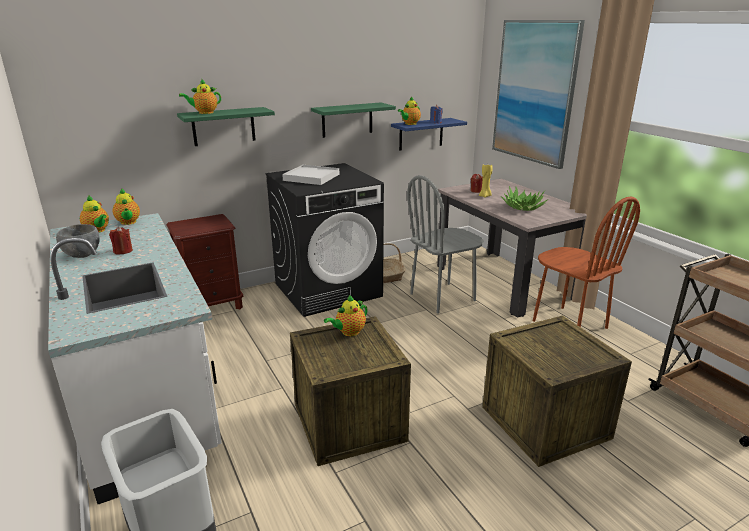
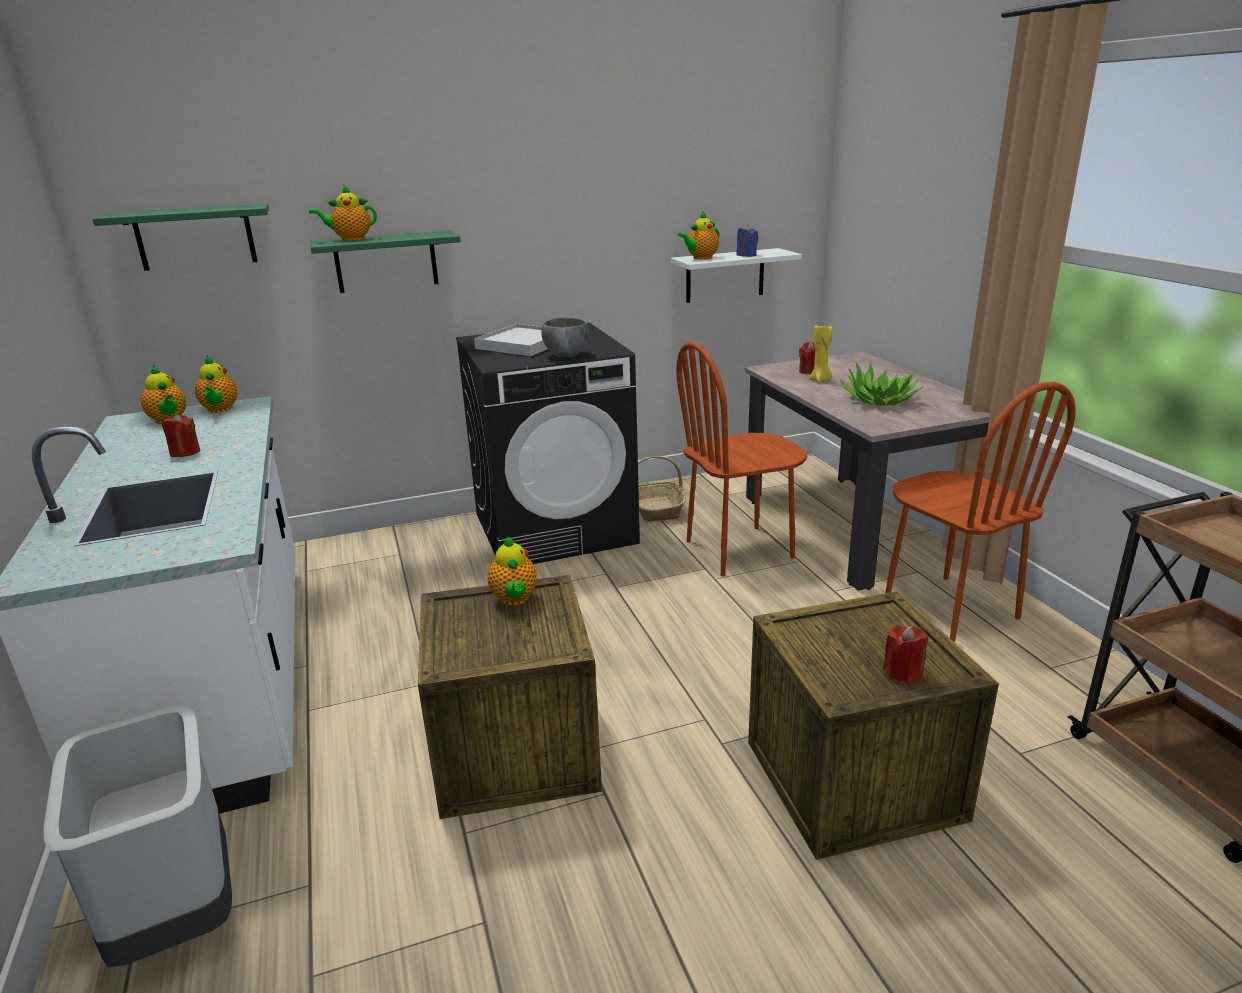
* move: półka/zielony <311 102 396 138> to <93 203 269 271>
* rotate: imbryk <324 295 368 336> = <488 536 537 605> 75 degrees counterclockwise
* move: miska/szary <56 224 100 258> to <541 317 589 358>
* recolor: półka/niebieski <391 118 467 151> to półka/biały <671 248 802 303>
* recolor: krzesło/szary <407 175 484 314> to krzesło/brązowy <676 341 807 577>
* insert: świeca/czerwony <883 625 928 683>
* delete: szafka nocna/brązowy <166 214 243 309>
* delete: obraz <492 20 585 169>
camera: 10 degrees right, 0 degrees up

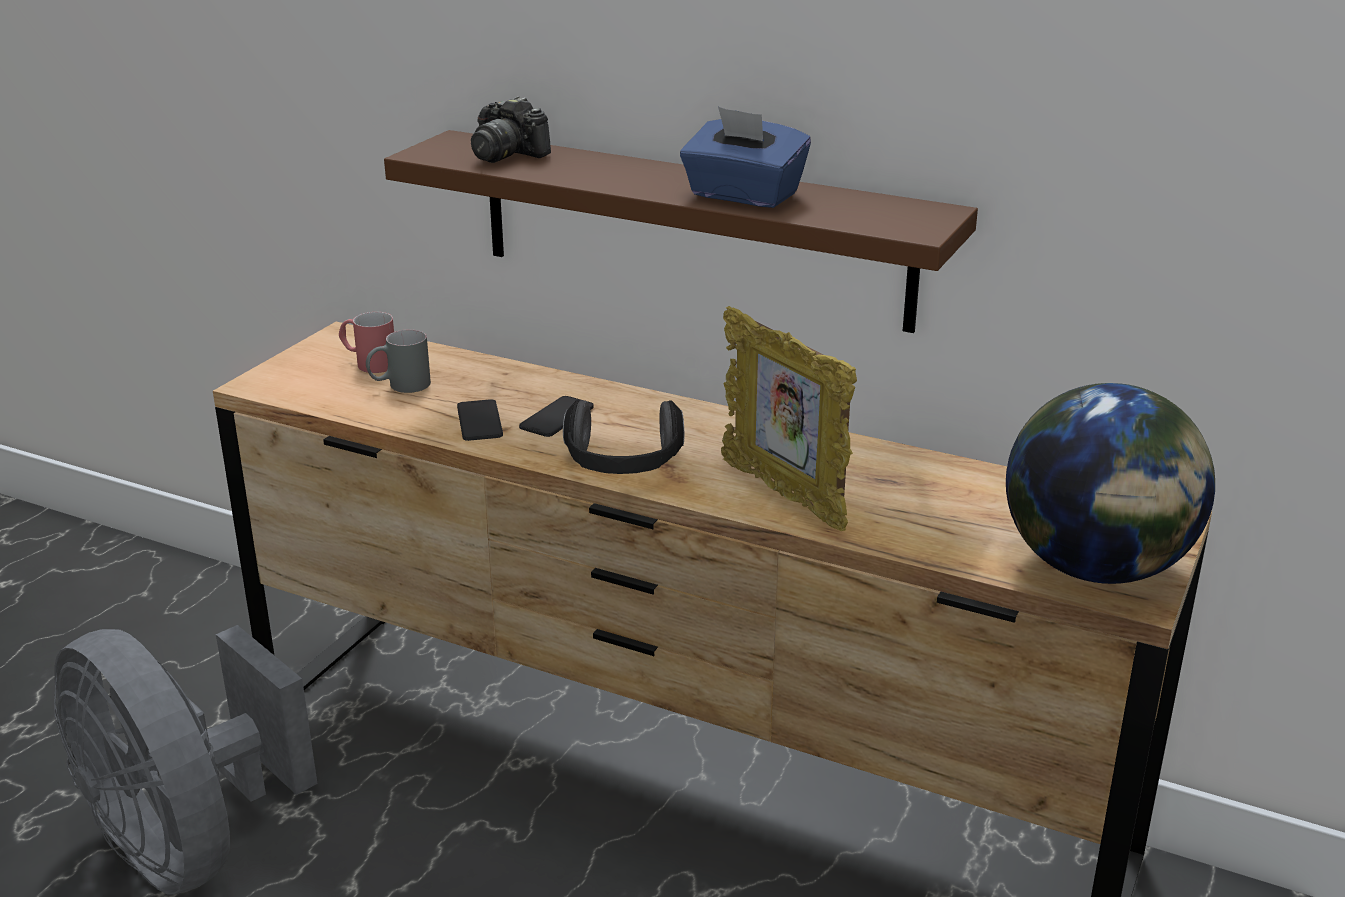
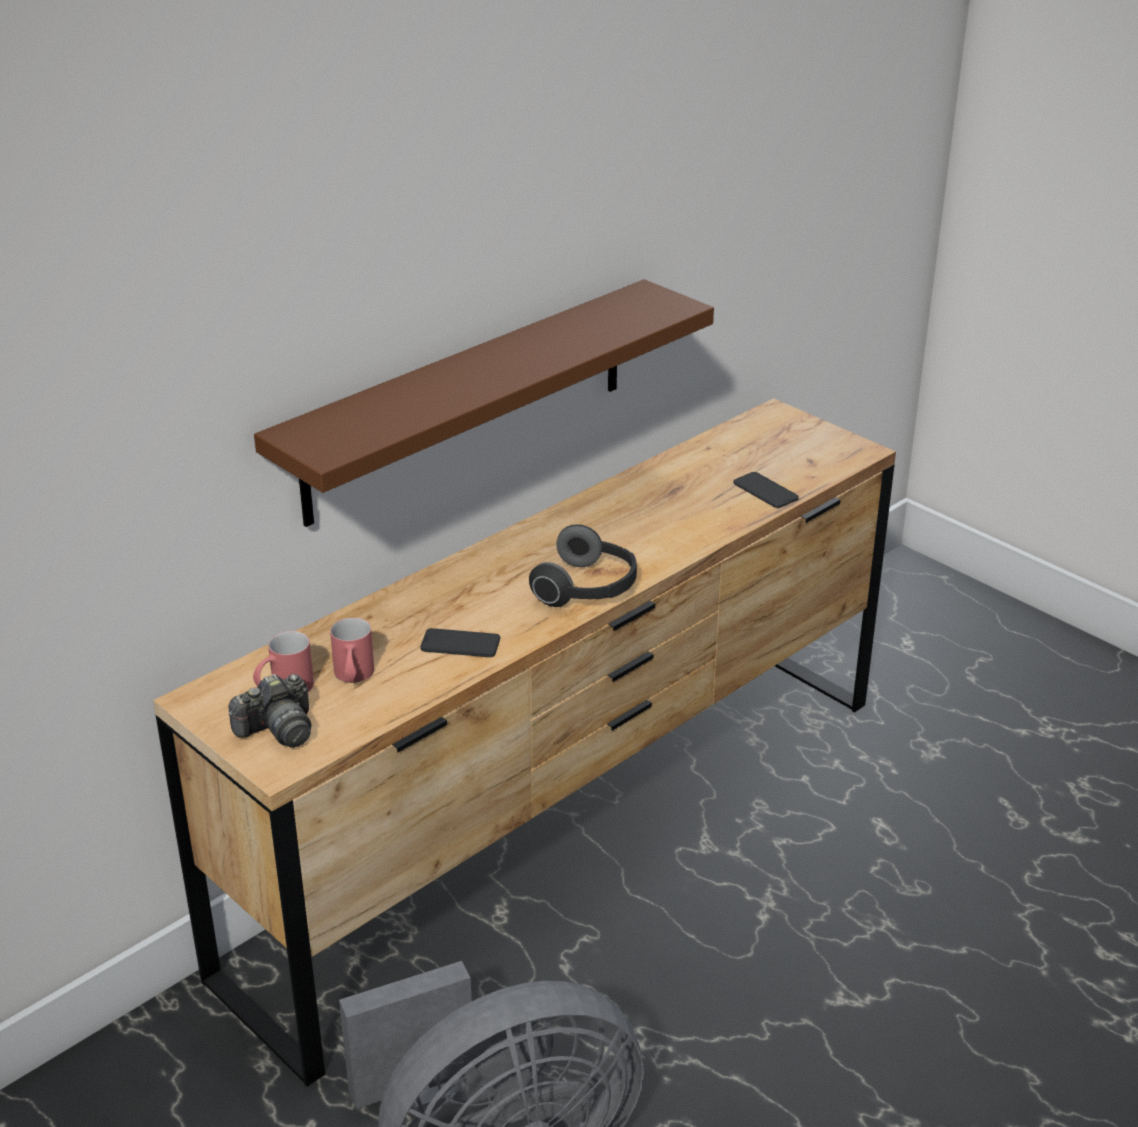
* move: aparat fotograficzny <471 96 551 163> to <229 674 312 748>
* recolor: kubek/szary <366 329 431 393> to kubek/czerwony <330 618 374 683>
* move: telefon <519 396 594 437> to <733 472 799 508>
* delete: pudełko chusteczek/niebieski <680 107 811 208>
* delete: ramka na zdjęcie <721 306 857 531>
* delete: globus <1006 383 1215 584>
camera: 70 degrees left, 5 degrees up

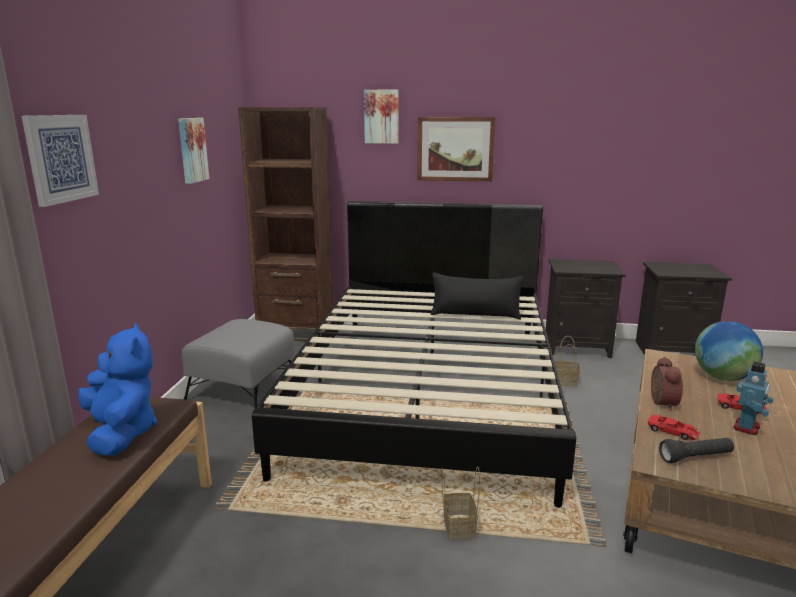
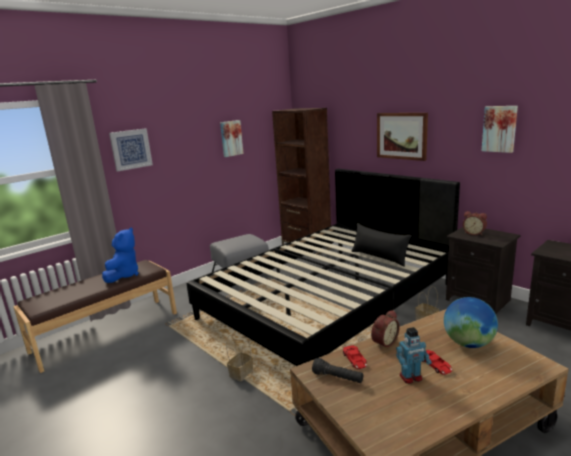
* insert: budzik <463 211 487 235>
* move: obraz <364 90 399 144> to <482 106 518 153>
camera: 40 degrees right, 0 degrees up

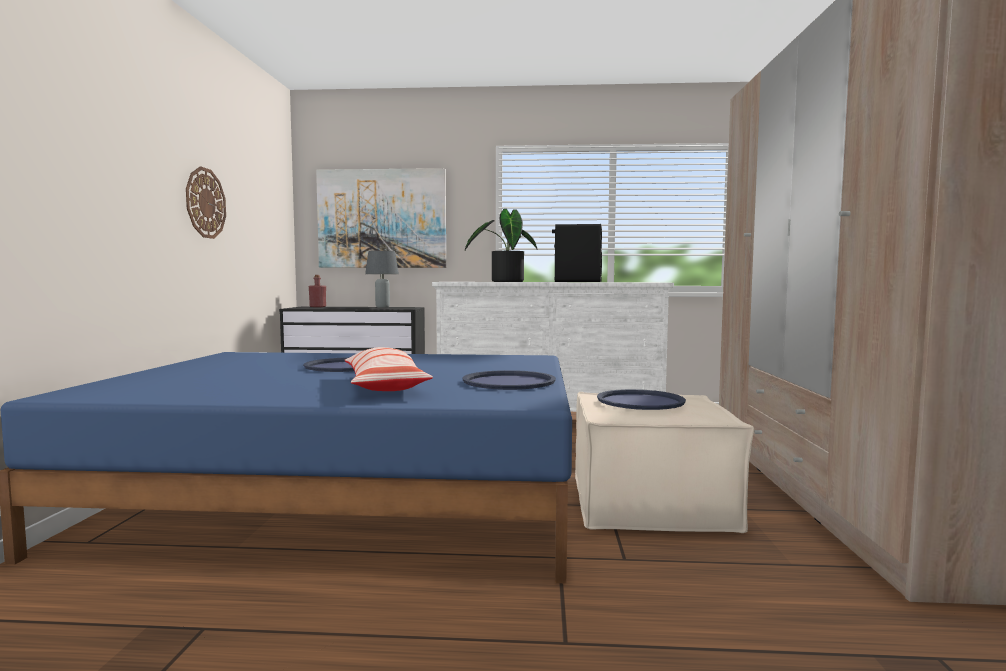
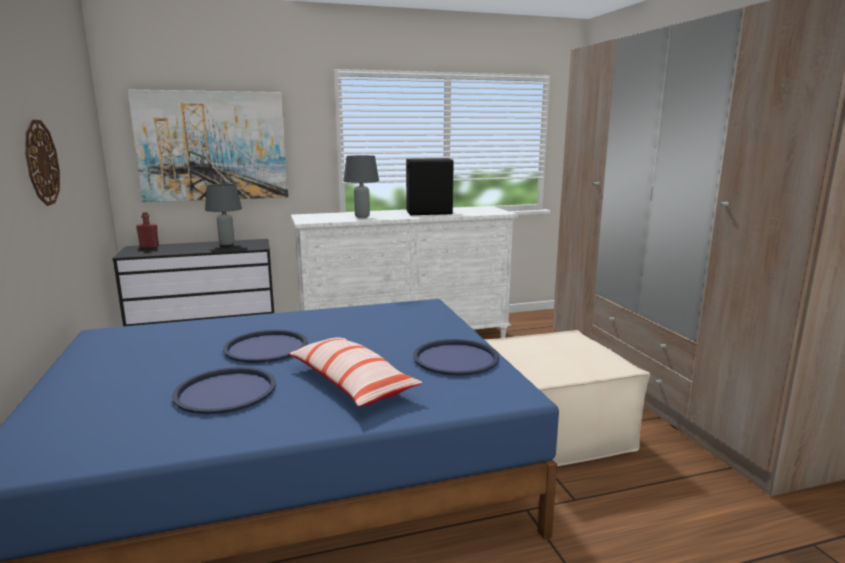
* move: taca/niebieski <597 389 686 410> to <172 367 276 414>
* replace: roślina doniczkowa <465 209 538 282> to lampa stołowa/szary <344 155 379 218>
camera: 20 degrees left, 10 degrees up

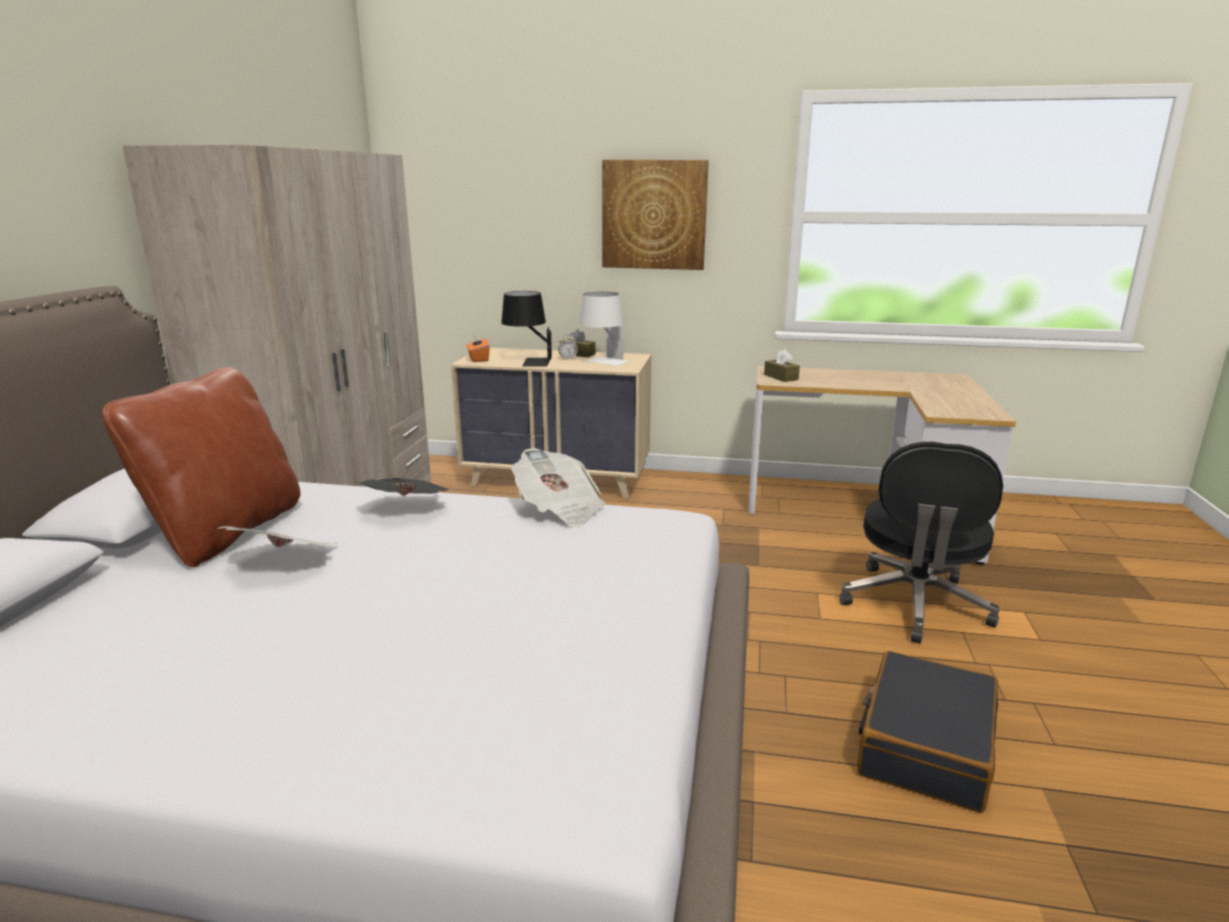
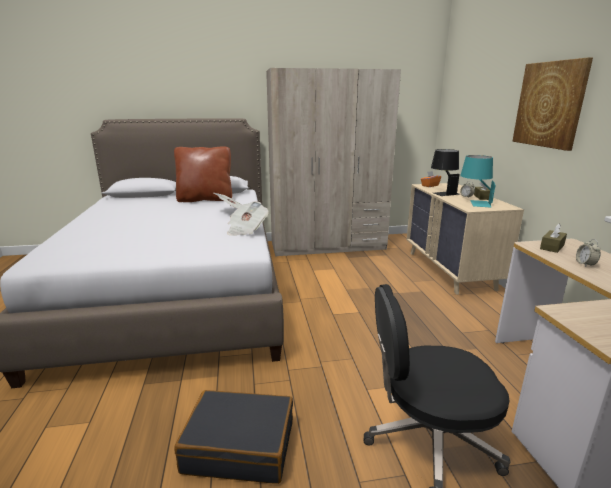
* recolor: lampa stołowa/biały <579 292 630 366> to lampa stołowa/turkusowy <460 155 495 207>
* insert: budzik <576 239 601 267>
* delete: gazeta <218 526 338 547>
camera: 70 degrees right, 0 degrees up

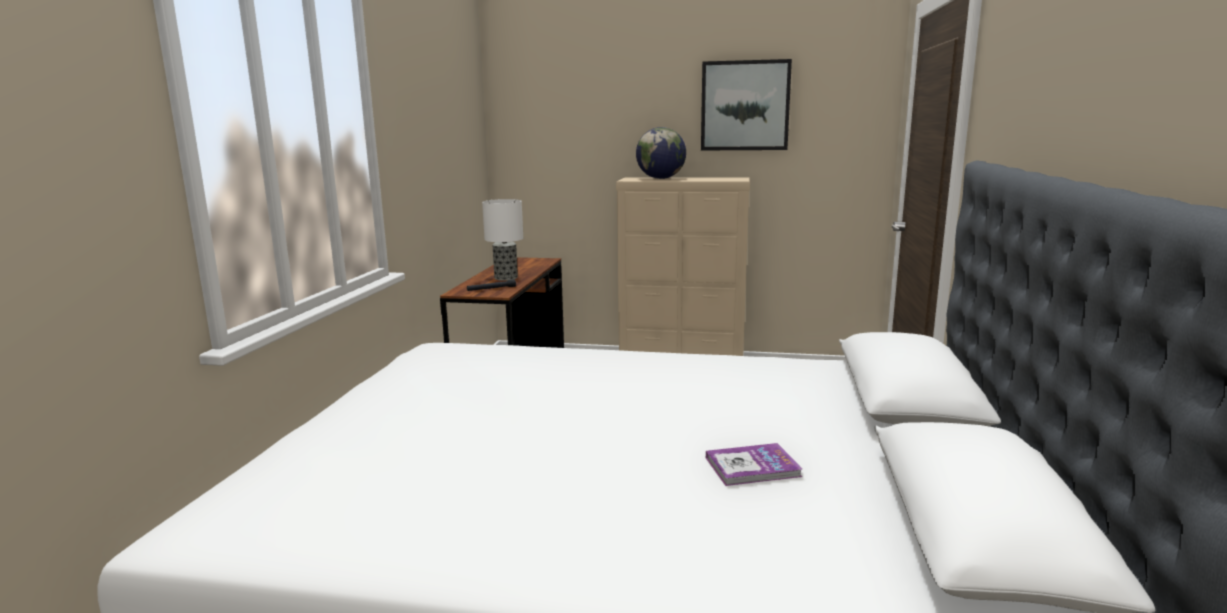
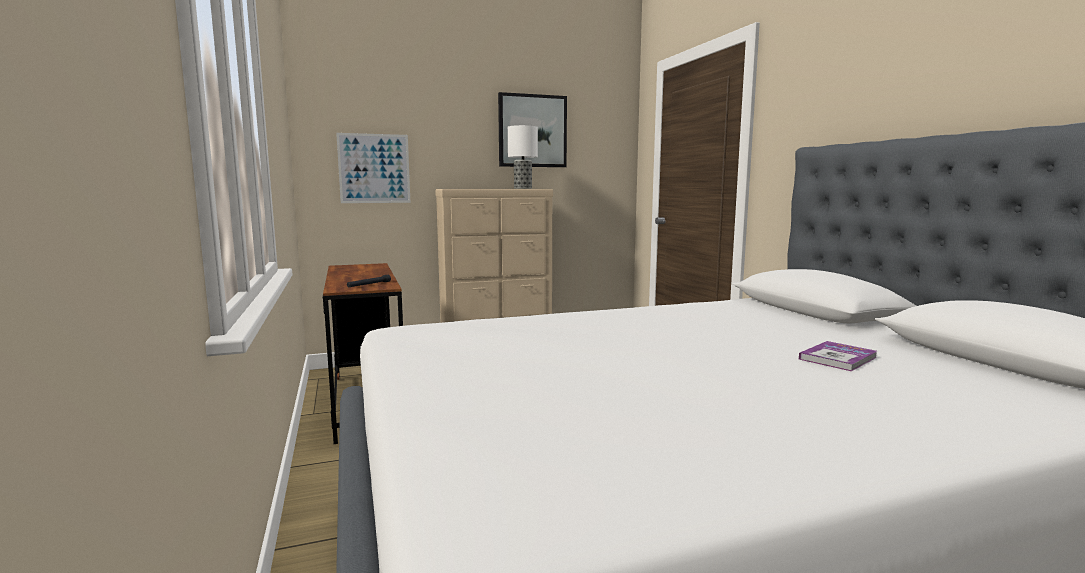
* insert: obraz <336 133 410 203>
* move: lampa stołowa <482 199 523 281> to <508 125 538 189>
* delete: globus <636 127 686 179>
camera: 30 degrees left, 5 degrees down

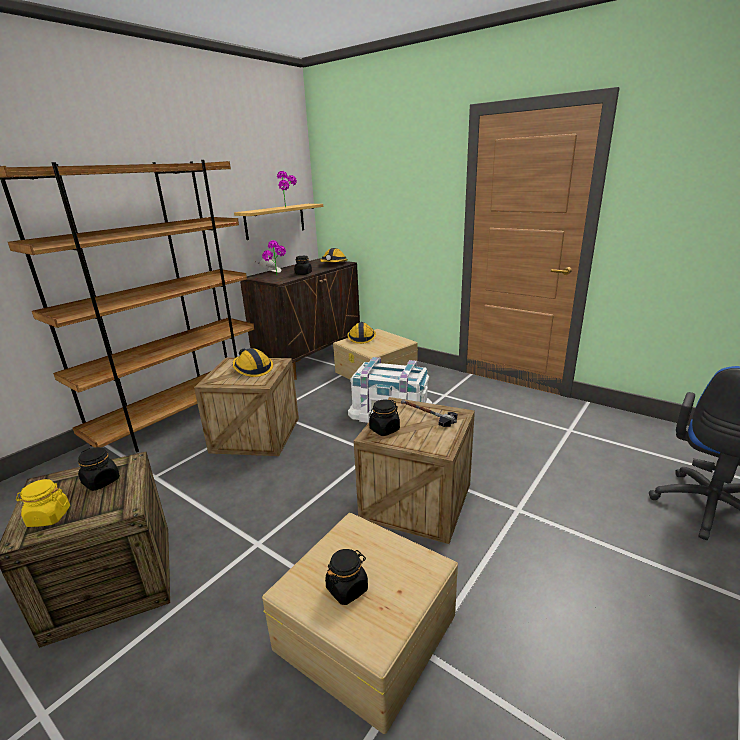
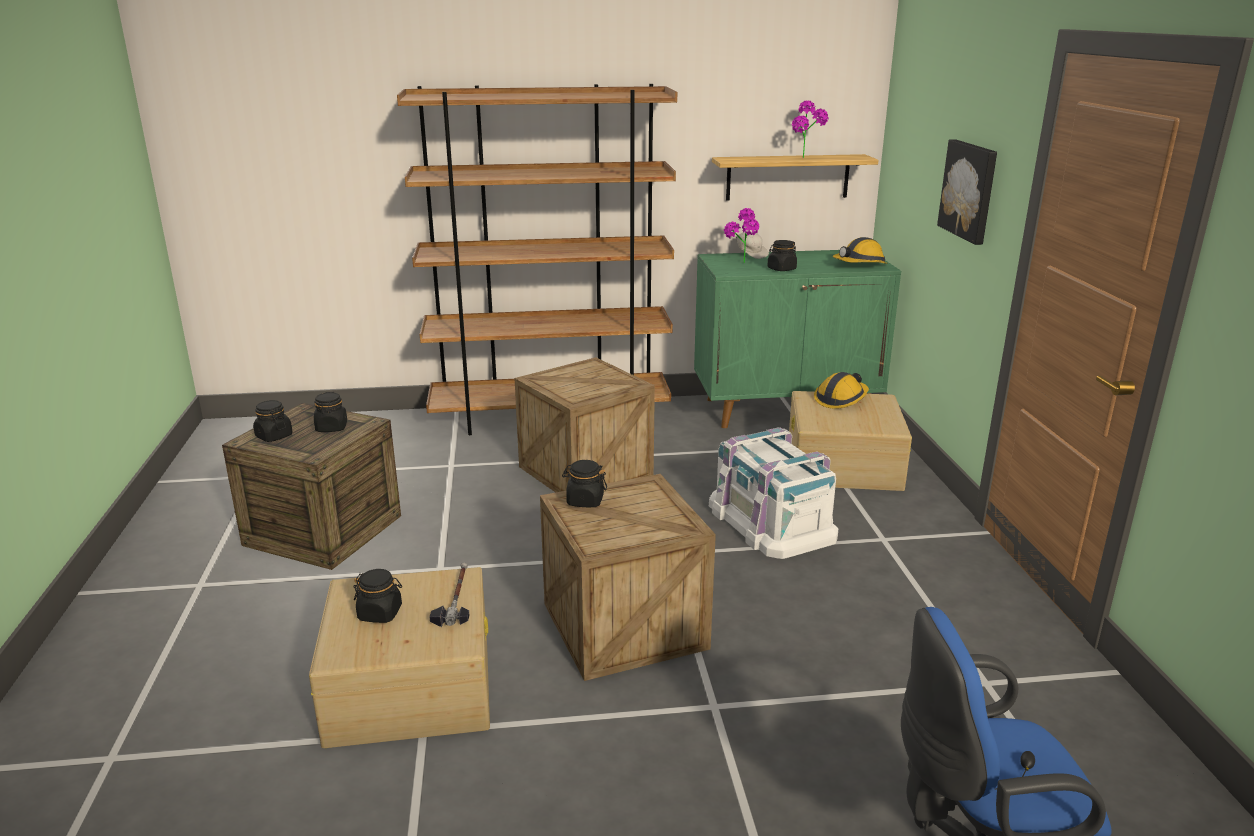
* recolor: słoik/żółty <16 479 70 527> to słoik/czarny <253 400 293 442>
* move: młotek <401 399 457 427> to <429 562 470 627>
* recolor: szafka/brązowy <240 258 360 380> to szafka/zielony <694 250 901 428>
* insert: obraz <937 139 997 245>
* delete: kask <233 348 273 377>
camera: 45 degrees right, 0 degrees up

